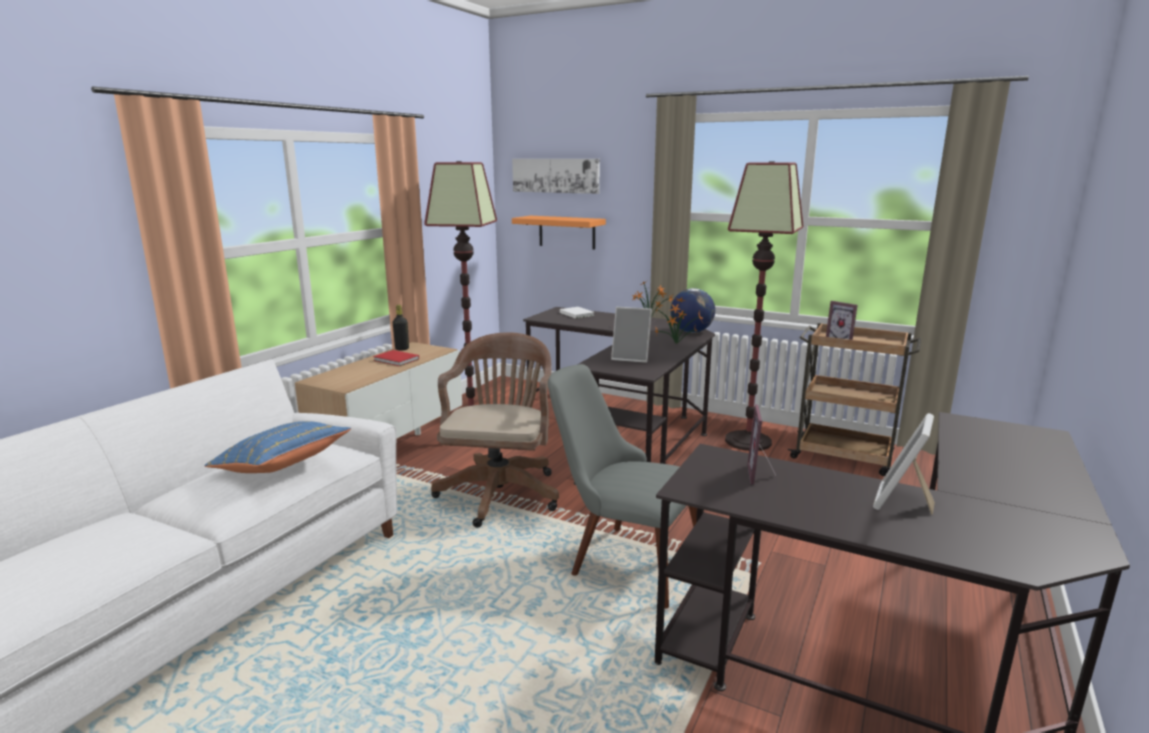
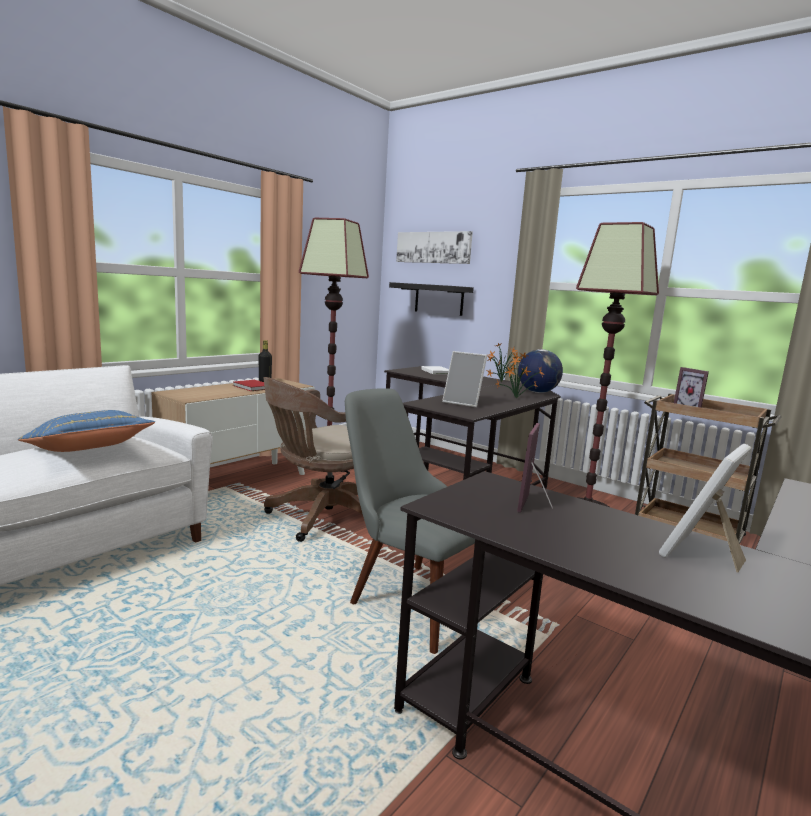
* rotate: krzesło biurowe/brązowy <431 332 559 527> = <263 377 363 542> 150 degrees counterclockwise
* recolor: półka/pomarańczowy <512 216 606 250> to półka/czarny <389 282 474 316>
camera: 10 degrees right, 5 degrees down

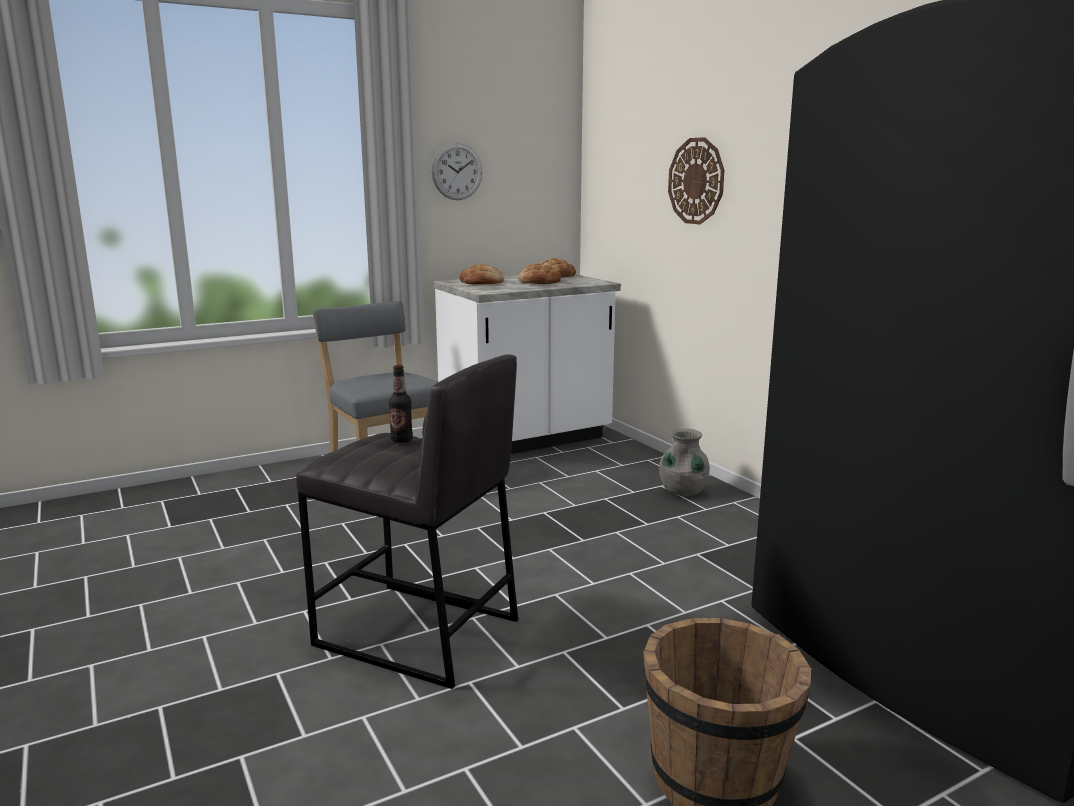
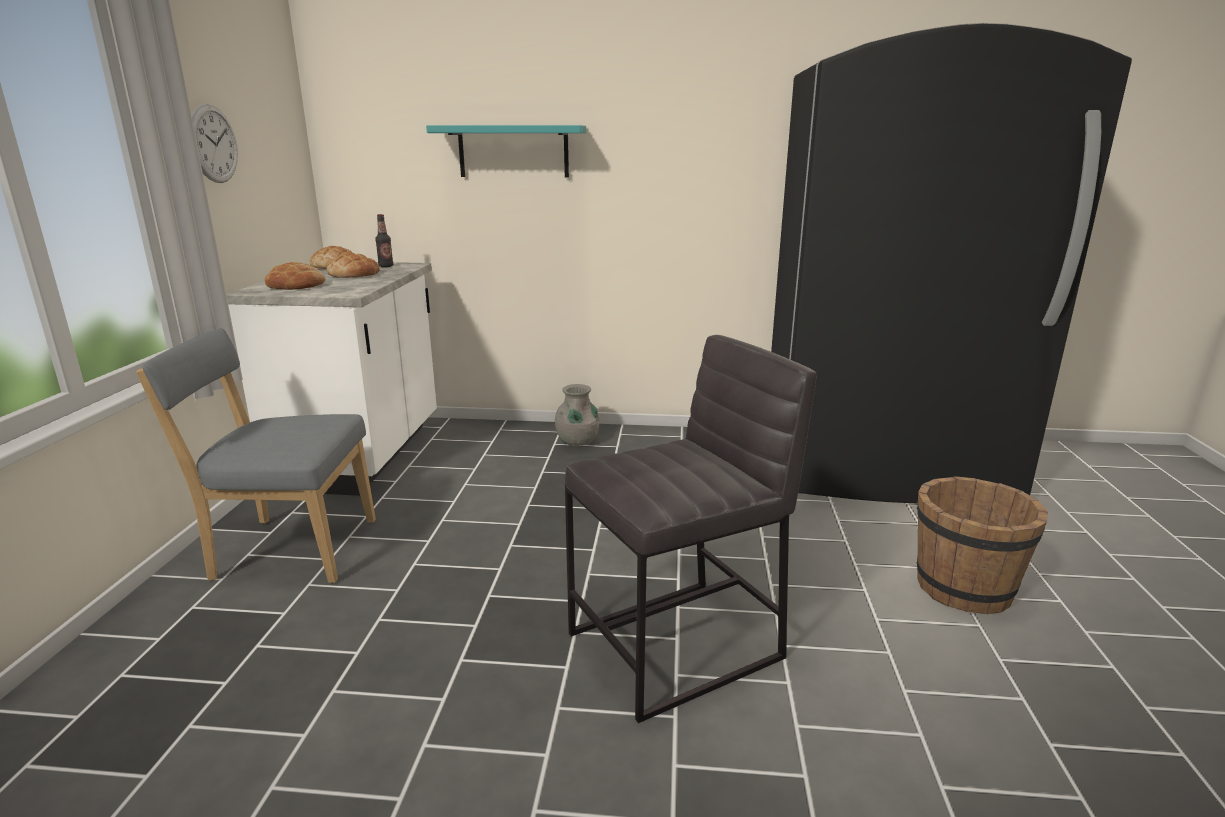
* move: butelka <389 365 413 443> to <375 214 393 267>
* replace: zegar ścienny <668 137 724 224> to półka/turkusowy <426 125 586 178>
camera: 55 degrees left, 5 degrees up

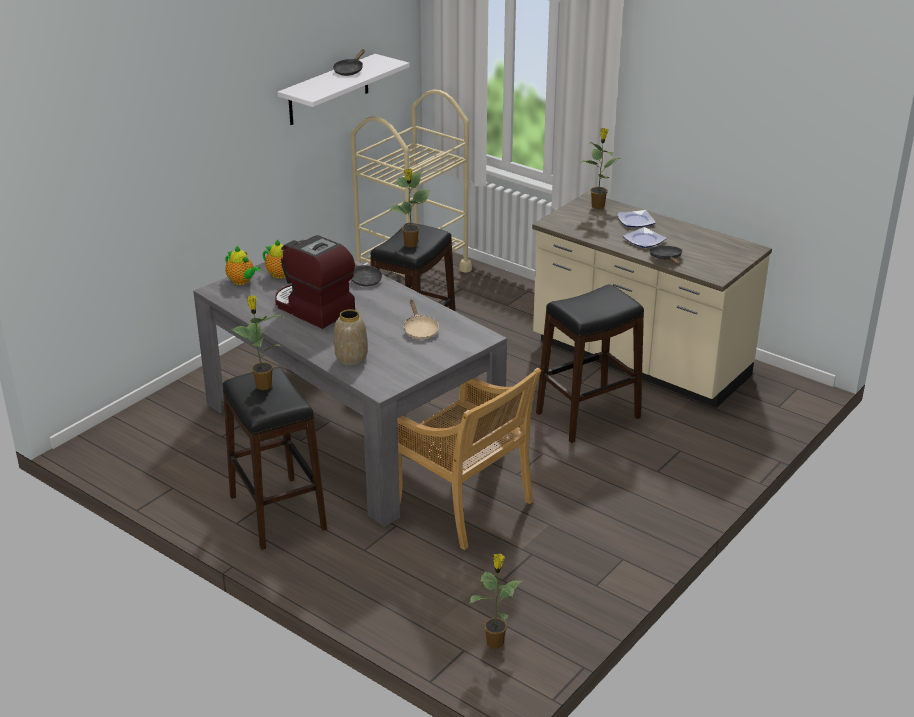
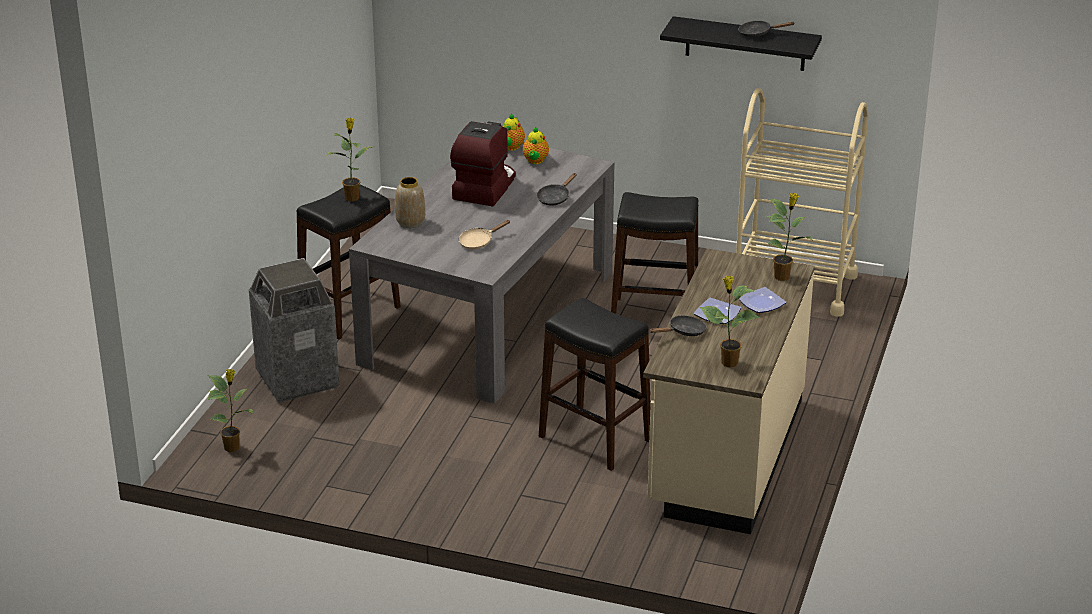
* insert: kosz na śmieci <249 258 340 403>
* recolor: półka/biały <277 54 409 125> to półka/czarny <660 16 822 71>
* move: roślina doniczkowa <389 169 430 247> to <700 276 760 368>
* delete: krzesło/beżowy <397 368 541 550>
camera: 70 degrees right, 0 degrees up

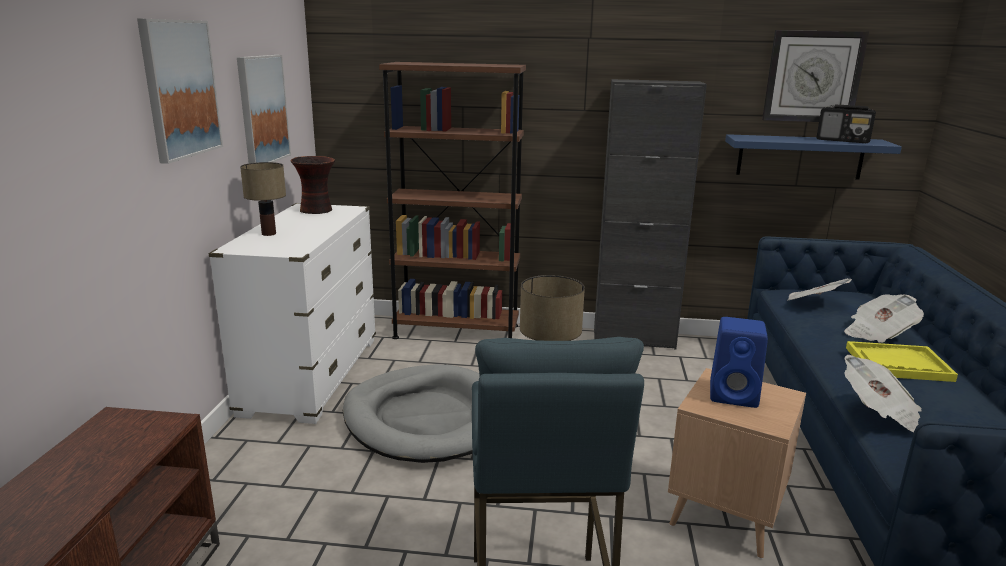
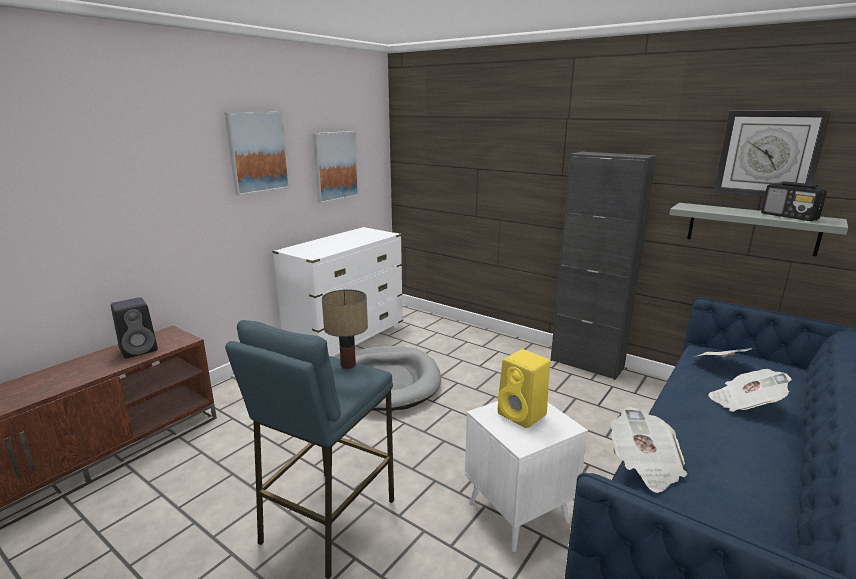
* insert: głośnik/czarny <111 297 158 359>
* recolor: stolik/brązowy <668 368 806 559> to stolik/biały <465 401 588 552>
* recolor: głośnik/niebieski <710 317 768 408> to głośnik/żółty <498 349 550 428>
* recolor: półka/niebieski <725 134 902 179> to półka/szary <669 203 848 256>
* delete: lampa stołowa <240 162 286 236>
* delete: wazon <291 156 335 214>
* delete: regał/brązowy <379 62 526 339>
* delete: taca/żółty <846 341 958 382>
camera: 30 degrees right, 0 degrees up

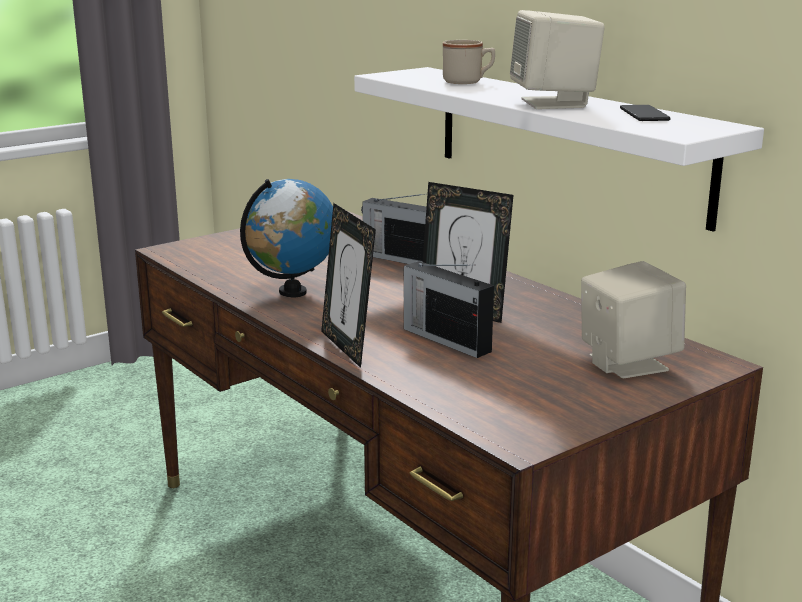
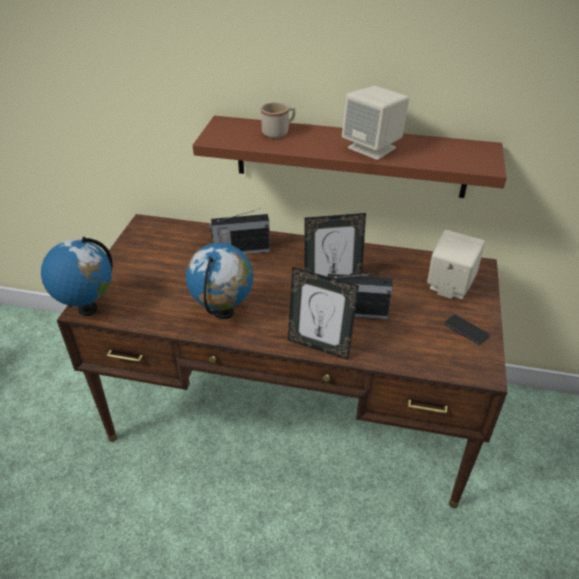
* insert: globus <41 237 113 316>
* recolor: półka/biały <354 67 764 232> to półka/brązowy <193 116 507 198>
* move: telefon <620 105 671 121> to <444 314 490 345>
camera: 40 degrees left, 20 degrees up

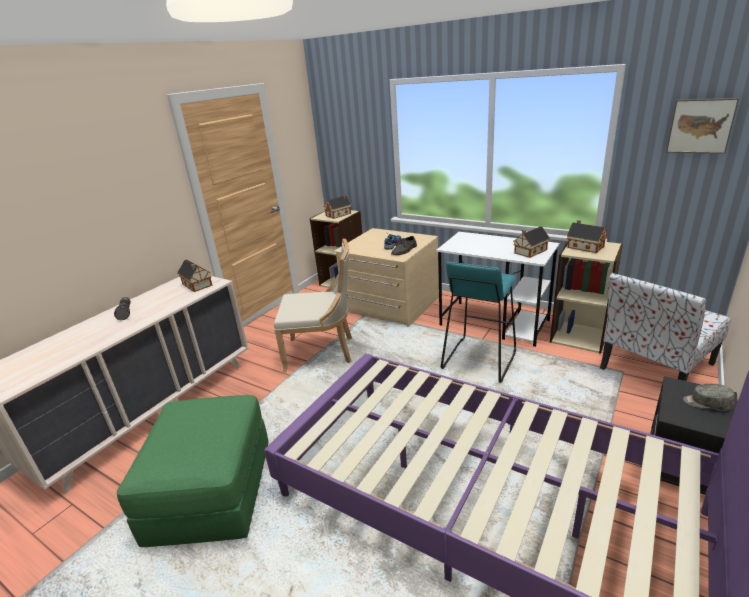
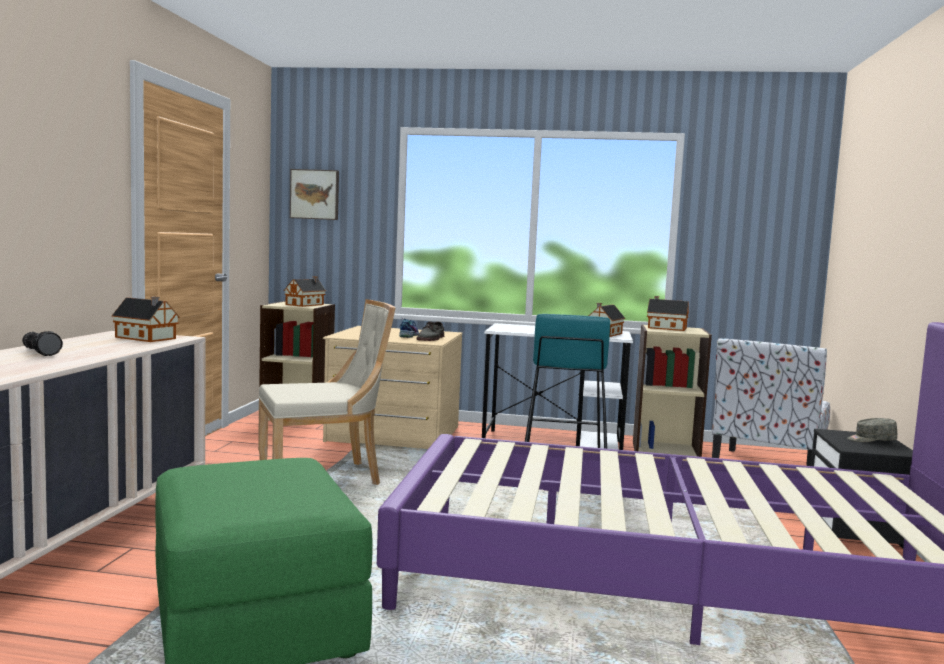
* move: obraz <666 98 739 154> to <290 169 339 220>
camera: 25 degrees left, 20 degrees down

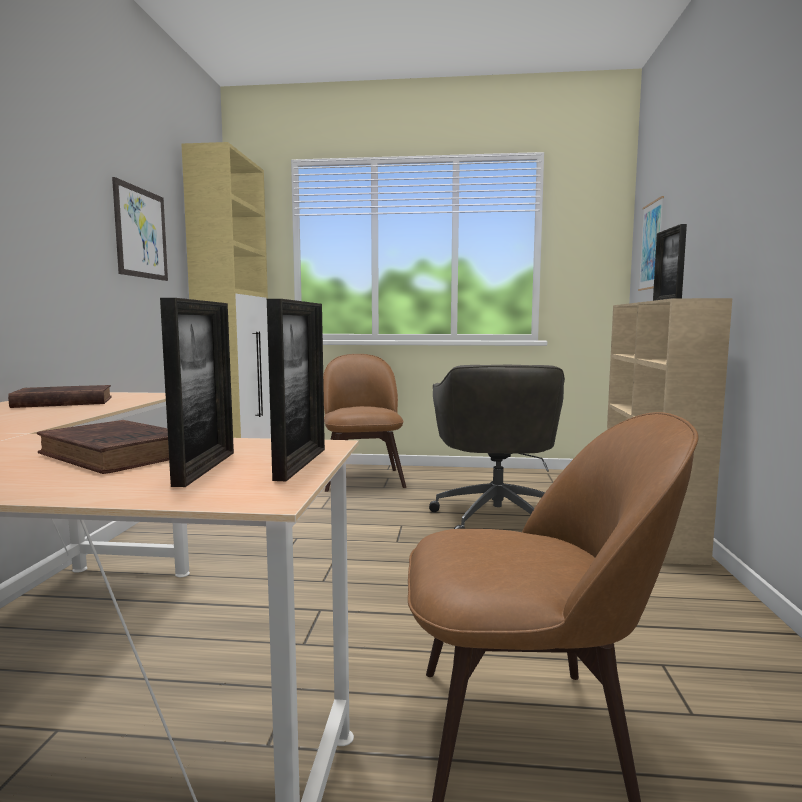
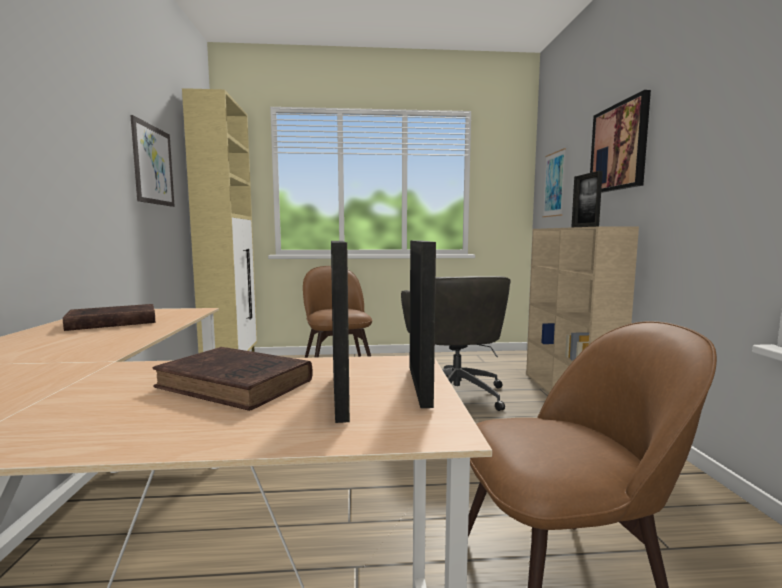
* insert: obraz <590 90 651 193>
camera: 10 degrees left, 0 degrees up

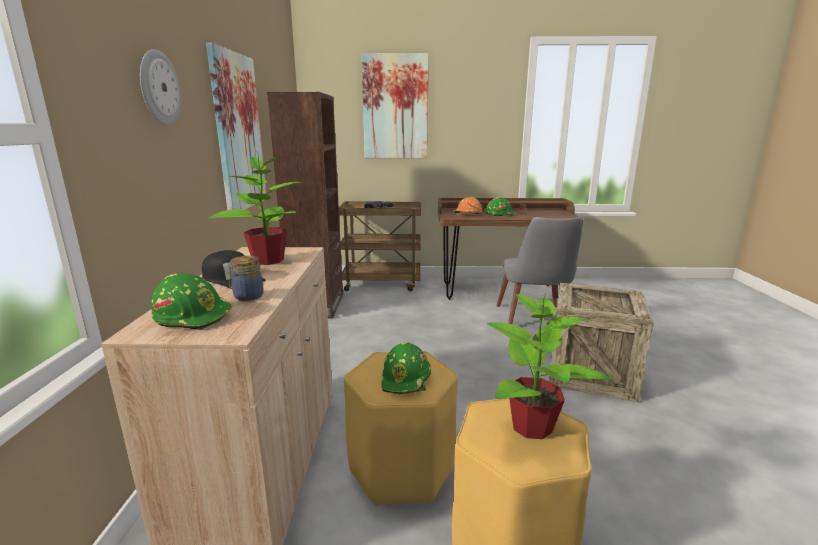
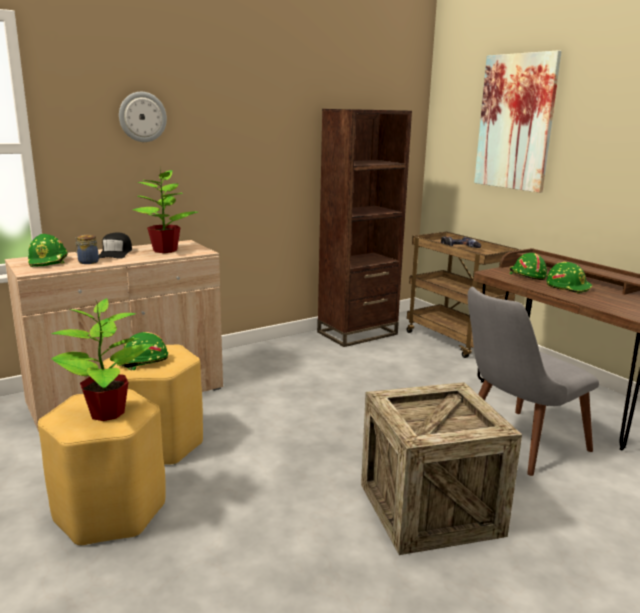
* recolor: kask/pomarańczowy <453 197 482 215> to kask/zielony <509 253 547 280>
* delete: obraz <206 43 266 210>
camera: 55 degrees right, 0 degrees up

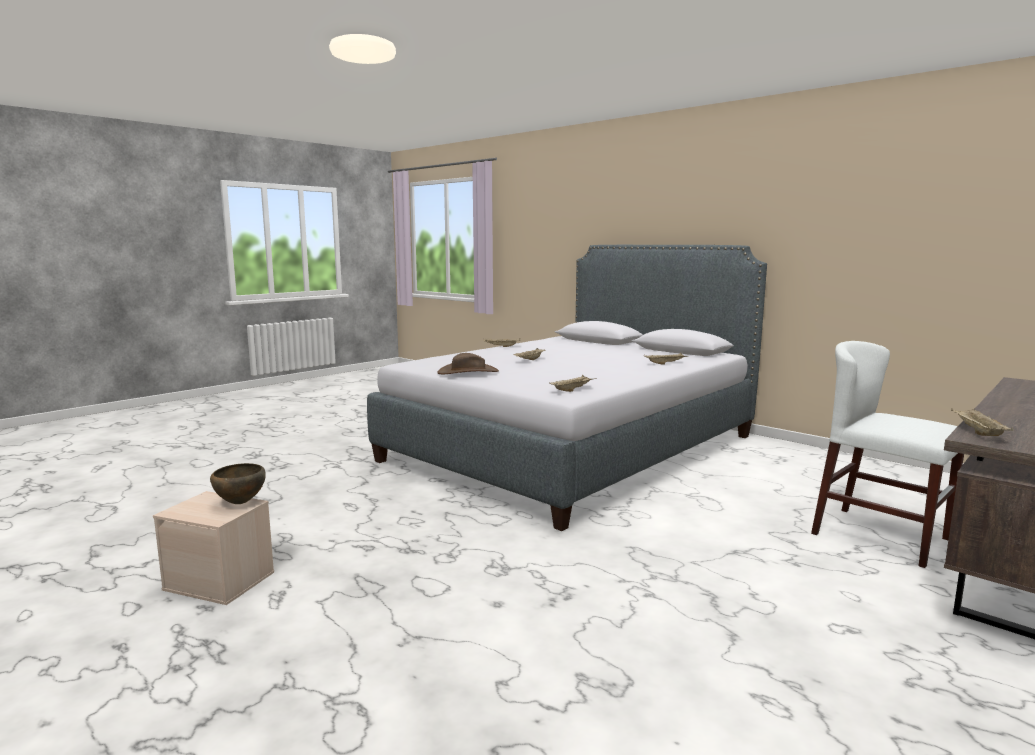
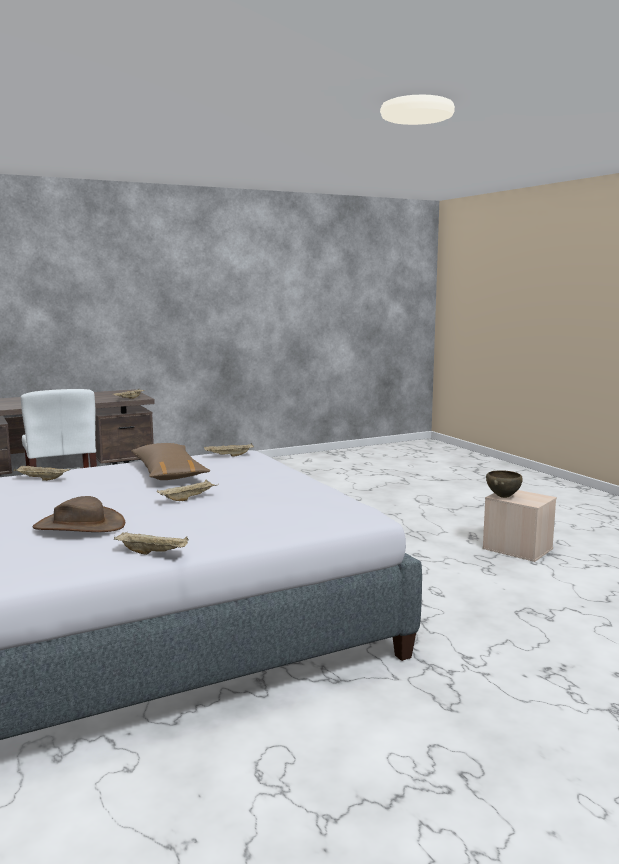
* move: kapelusz/brązowy <438 353 499 374> to <33 496 125 532>
* insert: poduszka/brązowy <131 443 210 480>
camera: 160 degrees left, 0 degrees up

